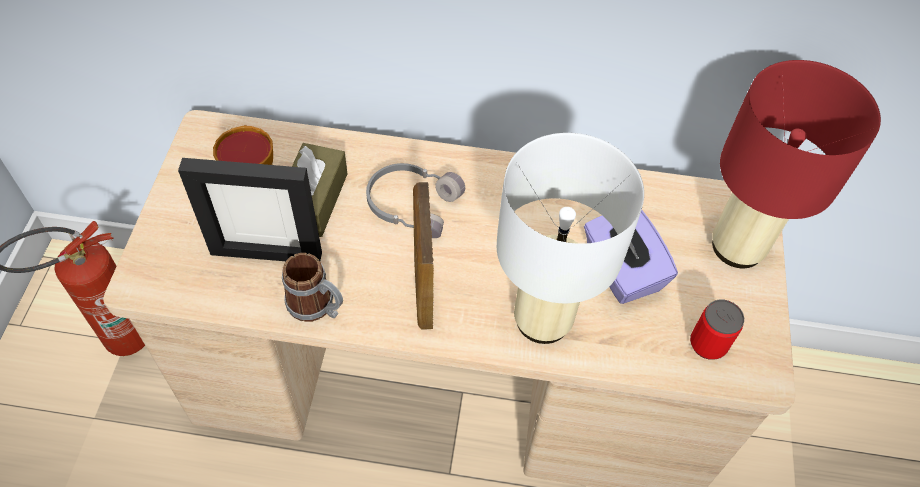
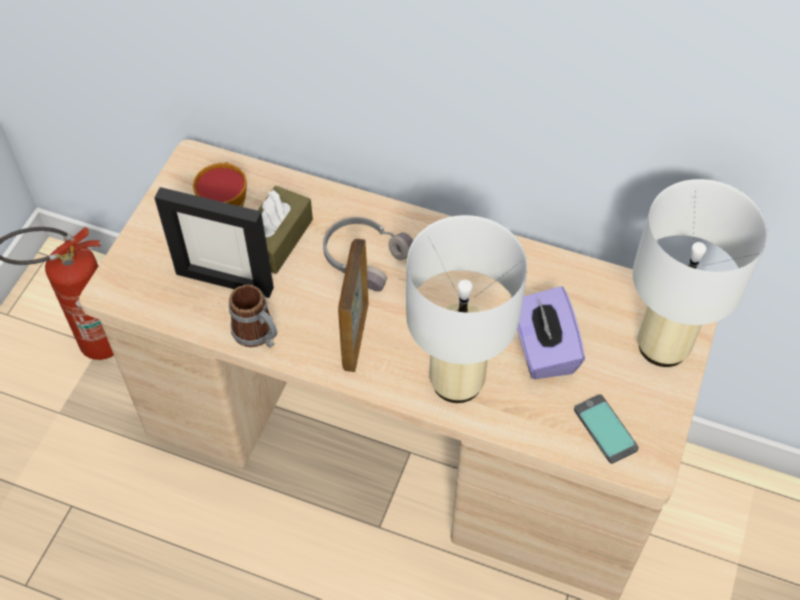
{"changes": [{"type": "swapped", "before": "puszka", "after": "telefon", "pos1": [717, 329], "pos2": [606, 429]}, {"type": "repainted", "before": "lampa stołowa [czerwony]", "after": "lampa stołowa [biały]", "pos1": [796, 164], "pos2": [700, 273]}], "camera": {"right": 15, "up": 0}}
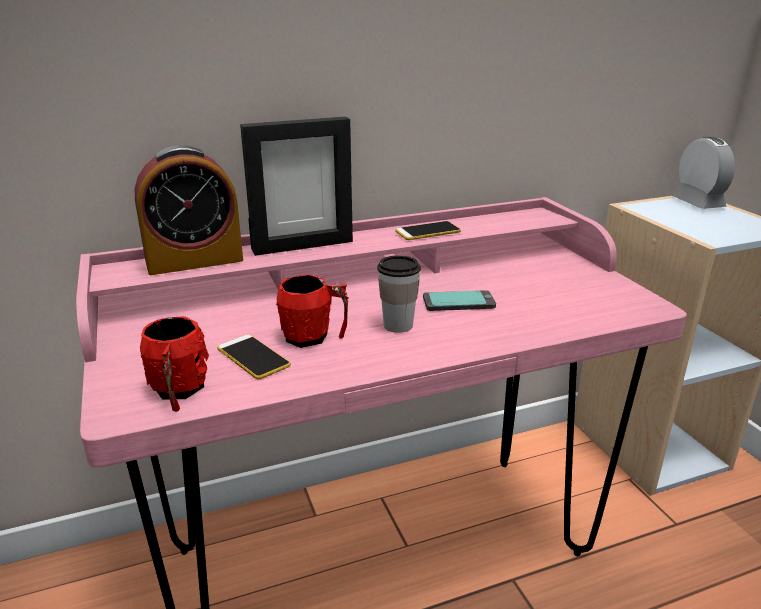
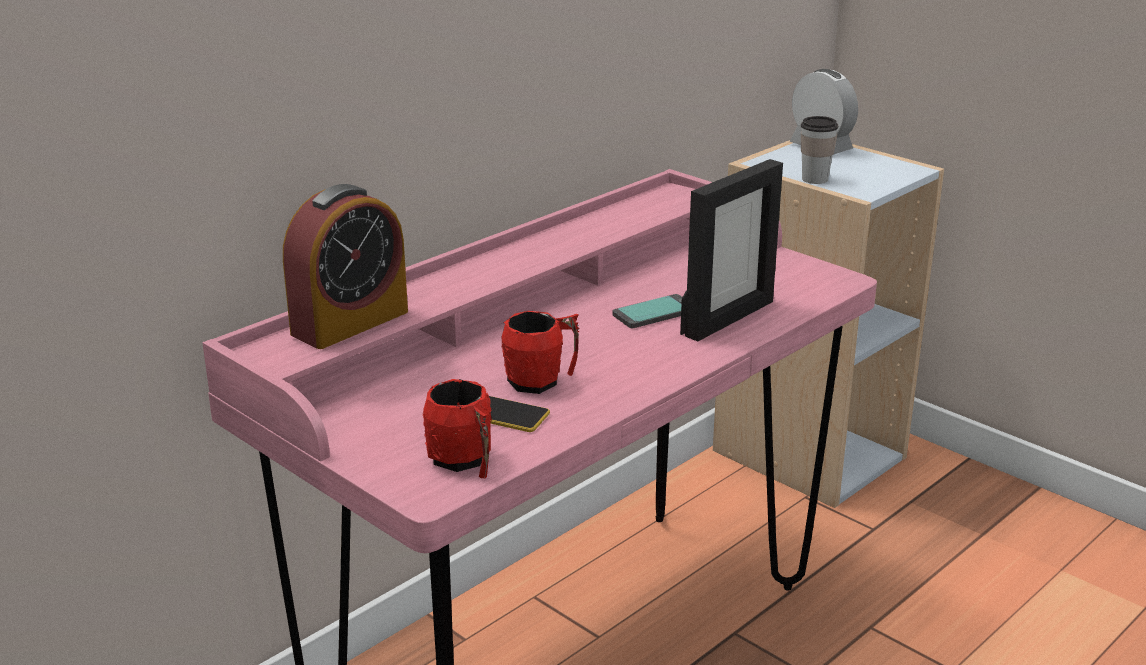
{"changes": [{"type": "shifted", "before": "ramka na zdjęcie", "pos1": [296, 186], "pos2": [731, 250]}, {"type": "shifted", "before": "filiżanka", "pos1": [399, 294], "pos2": [820, 150]}, {"type": "gone", "before": "telefon", "pos1": [428, 230]}], "camera": {"right": -25, "up": 0}}
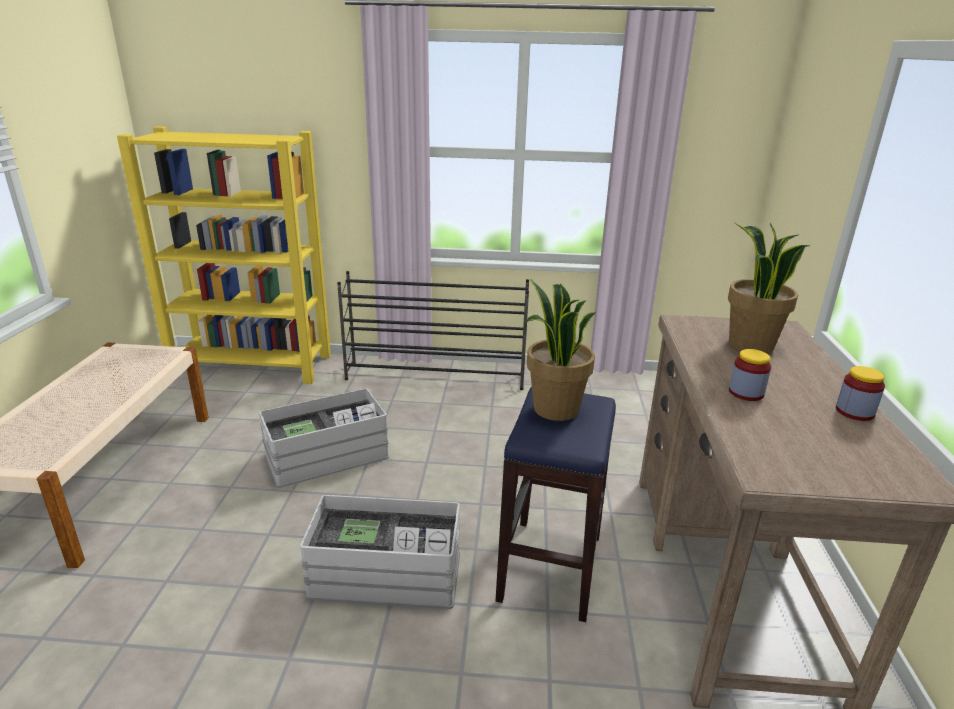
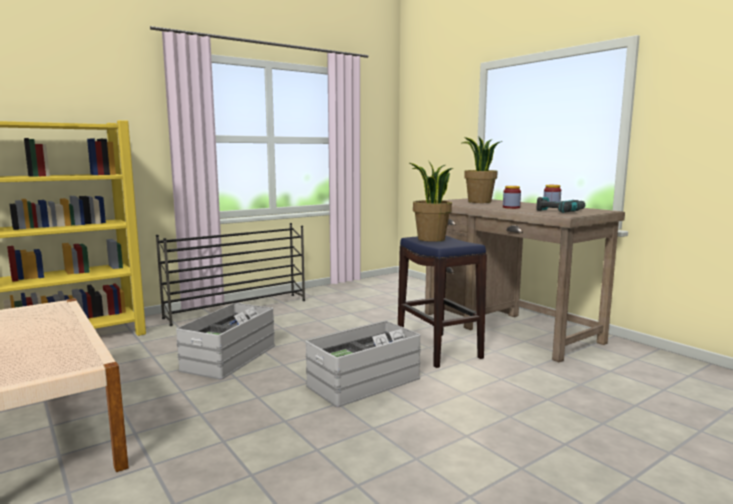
{"changes": [{"type": "new", "after": "wiertarka", "pos2": [561, 205]}], "camera": {"right": -40, "up": -15}}
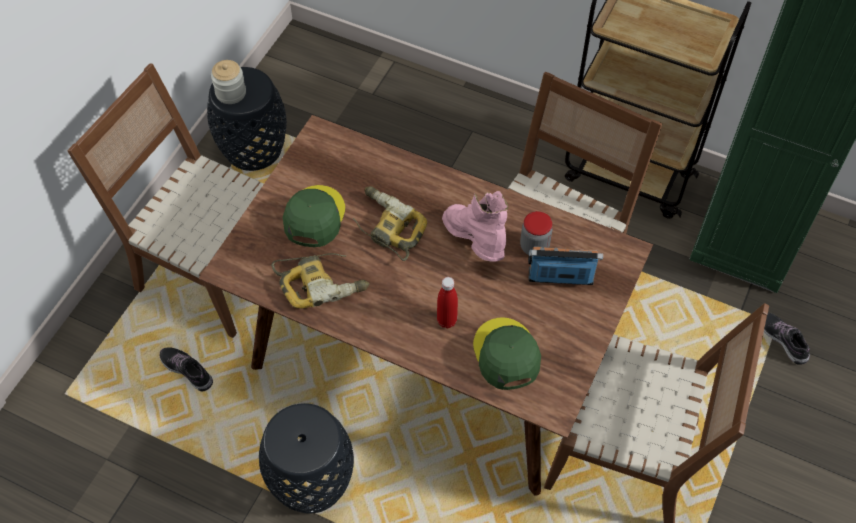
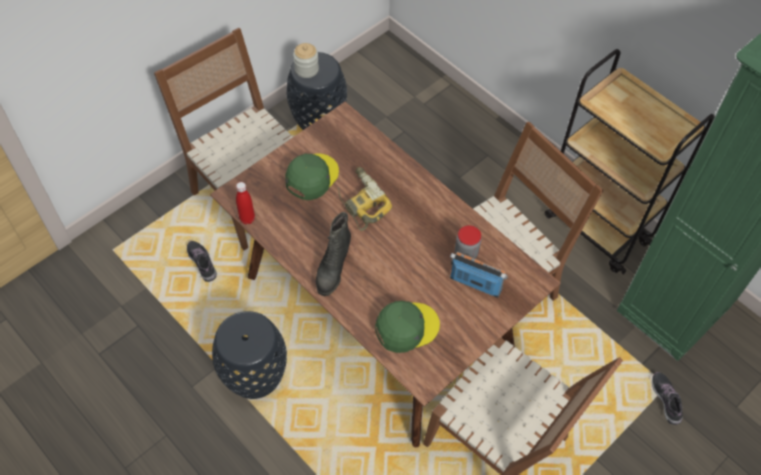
{"changes": [{"type": "gone", "before": "wiertarka", "pos1": [320, 281]}, {"type": "shifted", "before": "butelka [czerwony]", "pos1": [447, 302], "pos2": [245, 203]}, {"type": "gone", "before": "but z cholewką [różowy]", "pos1": [475, 226]}, {"type": "rotated", "before": "czapka z daszkiem [zielony]", "pos1": [507, 353], "pos2": [407, 327], "turn": 60}, {"type": "new", "after": "but z cholewką [czarny]", "pos2": [333, 254]}], "camera": {"right": 20, "up": 0}}
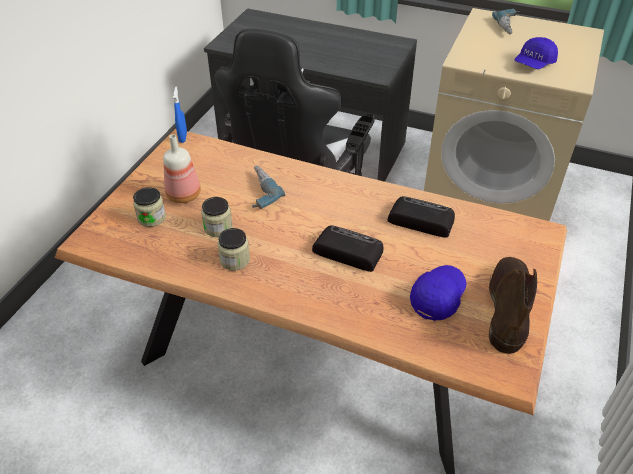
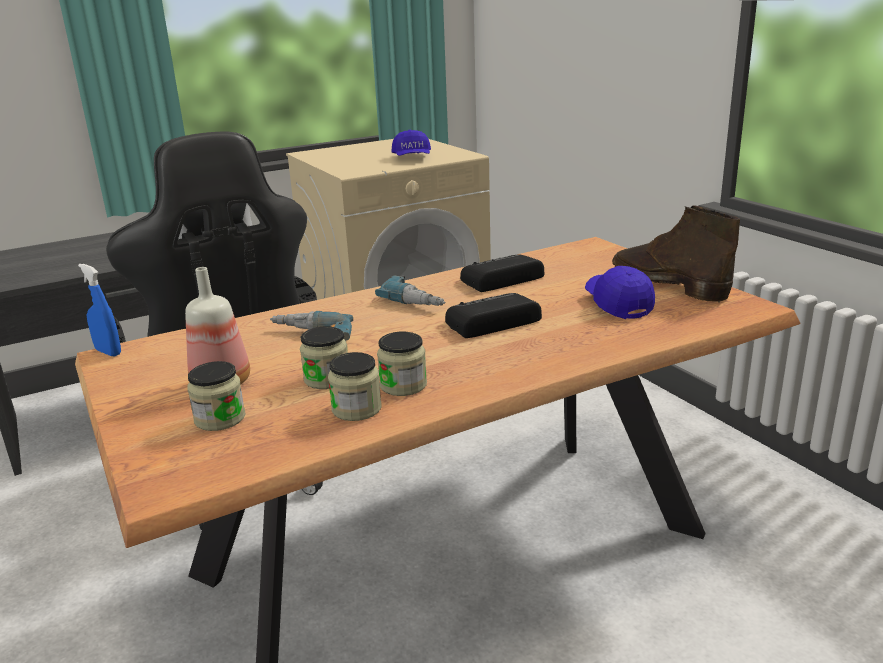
{"changes": [{"type": "shifted", "before": "wiertarka", "pos1": [506, 21], "pos2": [410, 291]}, {"type": "new", "after": "słoik", "pos2": [354, 386]}], "camera": {"right": -50, "up": -20}}
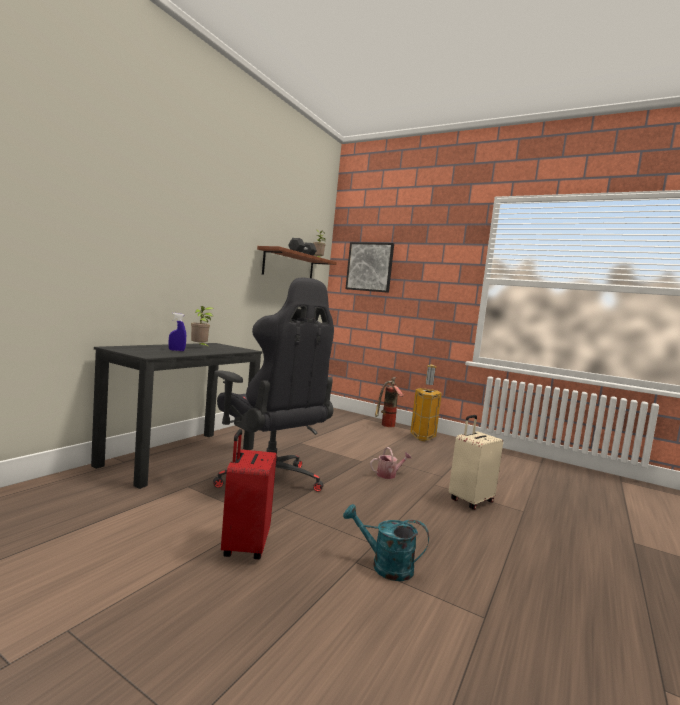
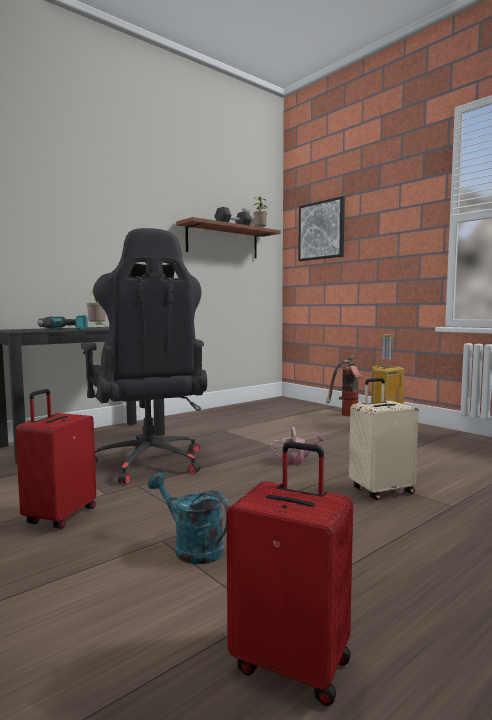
{"changes": [{"type": "swapped", "before": "spryskiwacz [niebieski]", "after": "wiertarka", "pos1": [177, 332], "pos2": [62, 322]}, {"type": "new", "after": "walizka [czerwony]", "pos2": [290, 574]}], "camera": {"right": 20, "up": 0}}
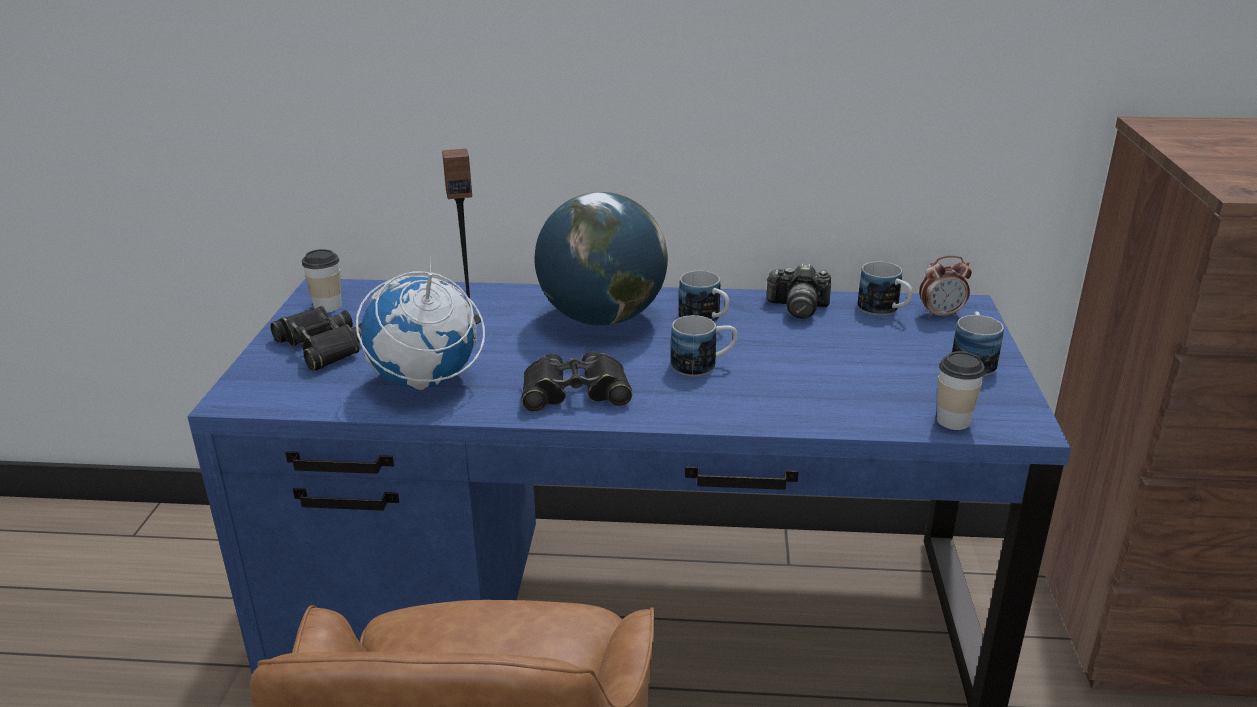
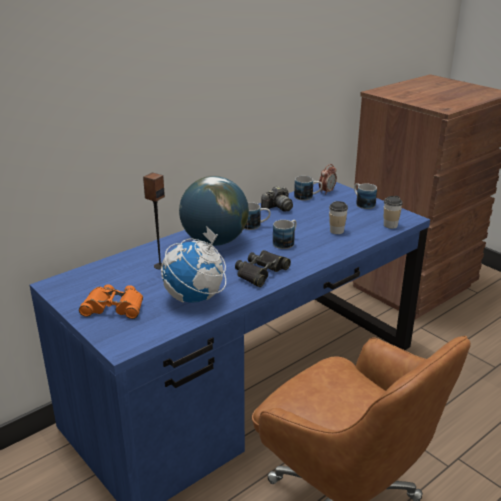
{"changes": [{"type": "repainted", "before": "lornetka [czarny]", "after": "lornetka [pomarańczowy]", "pos1": [316, 338], "pos2": [111, 301]}, {"type": "shifted", "before": "filiżanka", "pos1": [322, 281], "pos2": [338, 217]}], "camera": {"right": -45, "up": 0}}
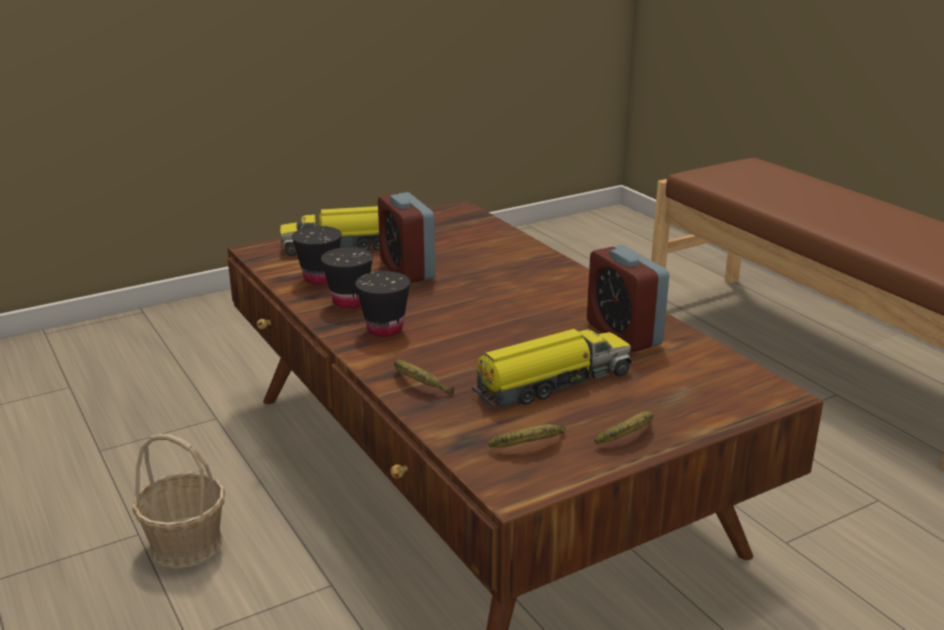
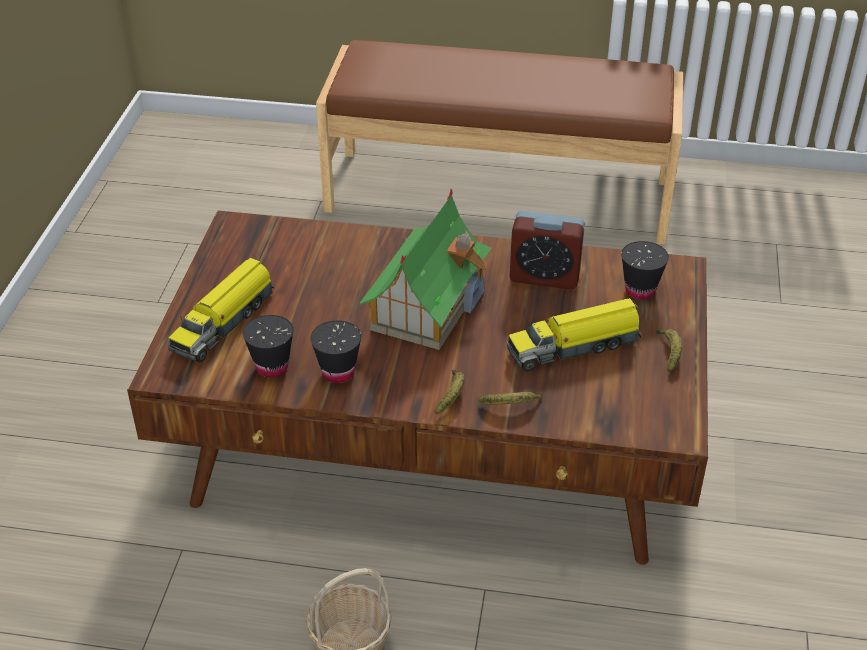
{"changes": [{"type": "shifted", "before": "filiżanka [czarny]", "pos1": [383, 304], "pos2": [645, 270]}, {"type": "gone", "before": "budzik", "pos1": [406, 237]}, {"type": "rotated", "before": "ciężarówka zabawkowa", "pos1": [551, 368], "pos2": [574, 334], "turn": -120}, {"type": "shifted", "before": "banan", "pos1": [527, 435], "pos2": [450, 392]}, {"type": "new", "after": "domek", "pos2": [425, 269]}], "camera": {"right": -50, "up": 15}}
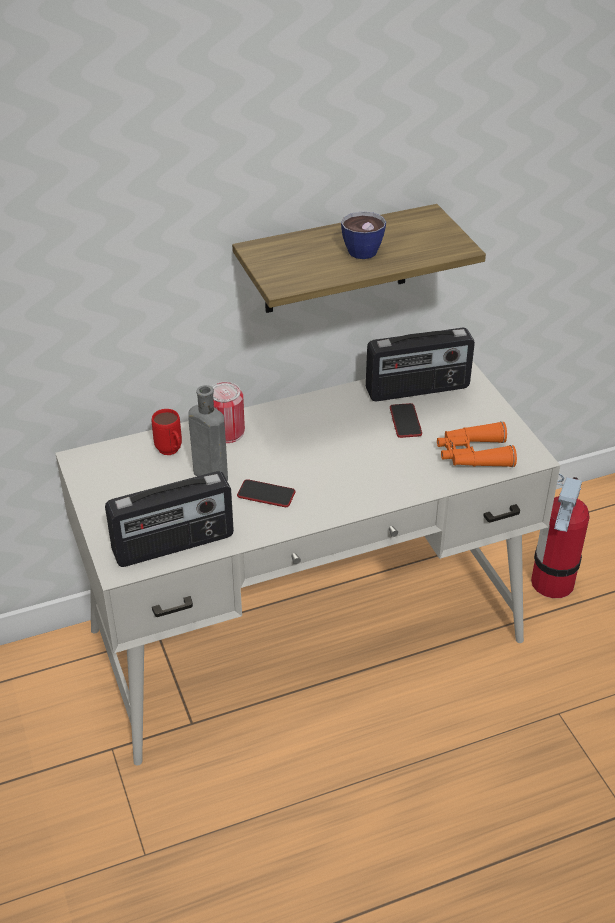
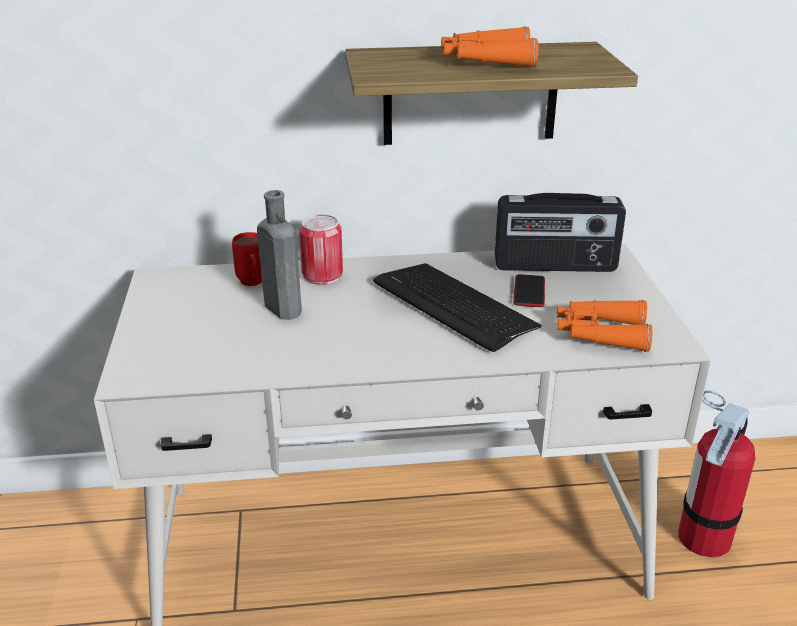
{"changes": [{"type": "gone", "before": "radio", "pos1": [169, 519]}, {"type": "gone", "before": "telefon", "pos1": [266, 493]}, {"type": "swapped", "before": "filiżanka", "after": "lornetka [pomarańczowy]", "pos1": [363, 235], "pos2": [490, 46]}, {"type": "new", "after": "klawiatura", "pos2": [457, 307]}], "camera": {"right": 15, "up": -10}}
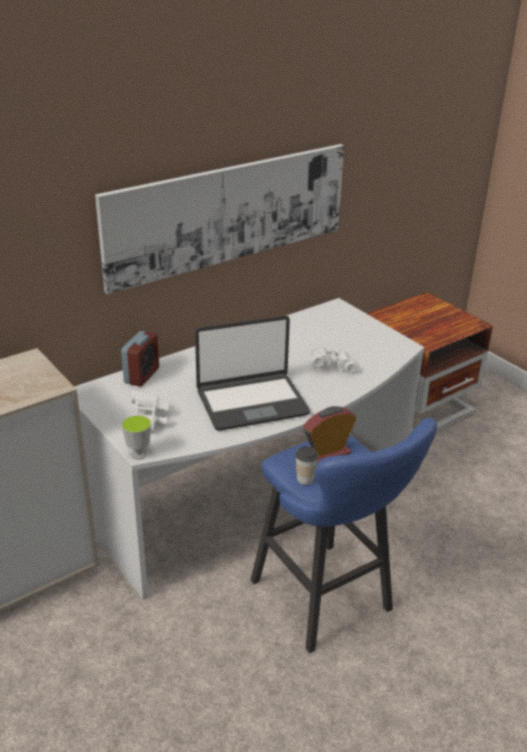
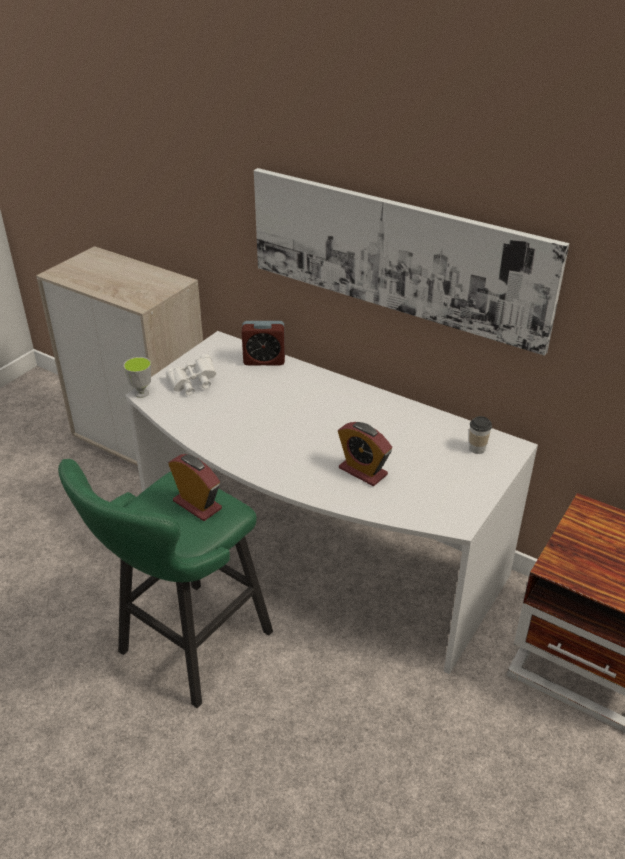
{"changes": [{"type": "gone", "before": "laptop", "pos1": [252, 373]}, {"type": "repainted", "before": "stołek [niebieski]", "after": "stołek [zielony]", "pos1": [344, 535], "pos2": [165, 583]}, {"type": "shifted", "before": "filiżanka", "pos1": [307, 465], "pos2": [480, 435]}, {"type": "swapped", "before": "lornetka [biały]", "after": "budzik", "pos1": [334, 359], "pos2": [365, 454]}], "camera": {"right": 70, "up": 5}}
